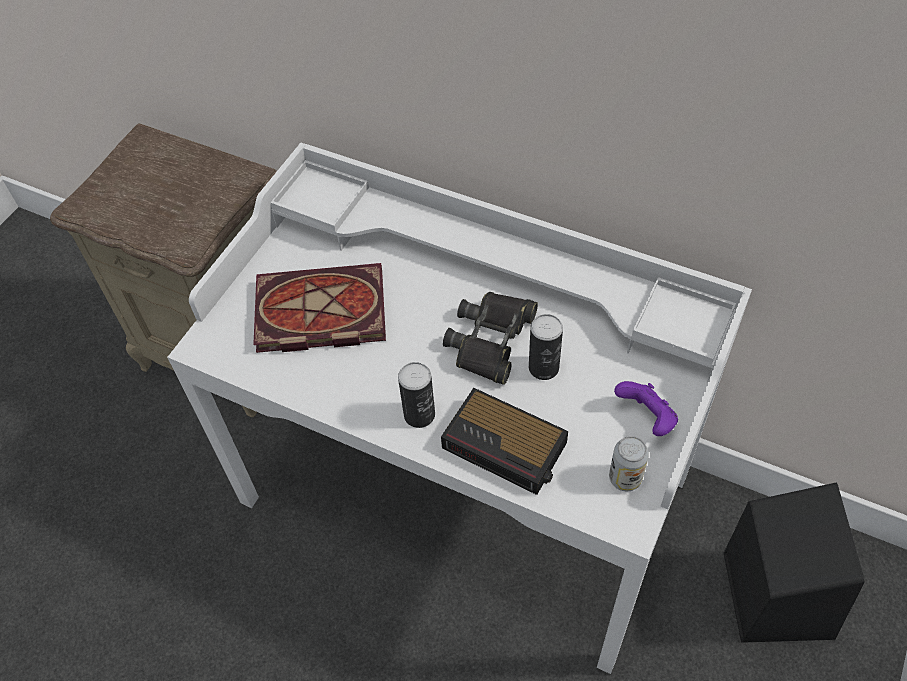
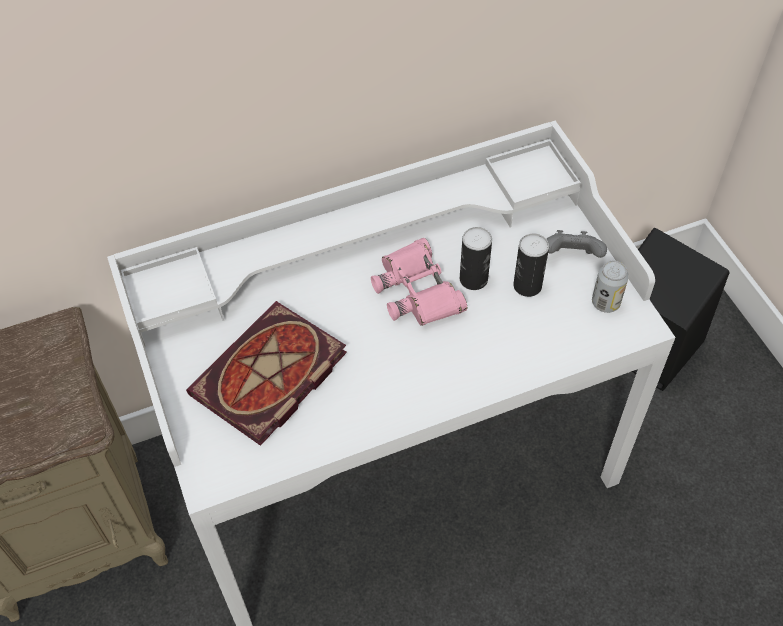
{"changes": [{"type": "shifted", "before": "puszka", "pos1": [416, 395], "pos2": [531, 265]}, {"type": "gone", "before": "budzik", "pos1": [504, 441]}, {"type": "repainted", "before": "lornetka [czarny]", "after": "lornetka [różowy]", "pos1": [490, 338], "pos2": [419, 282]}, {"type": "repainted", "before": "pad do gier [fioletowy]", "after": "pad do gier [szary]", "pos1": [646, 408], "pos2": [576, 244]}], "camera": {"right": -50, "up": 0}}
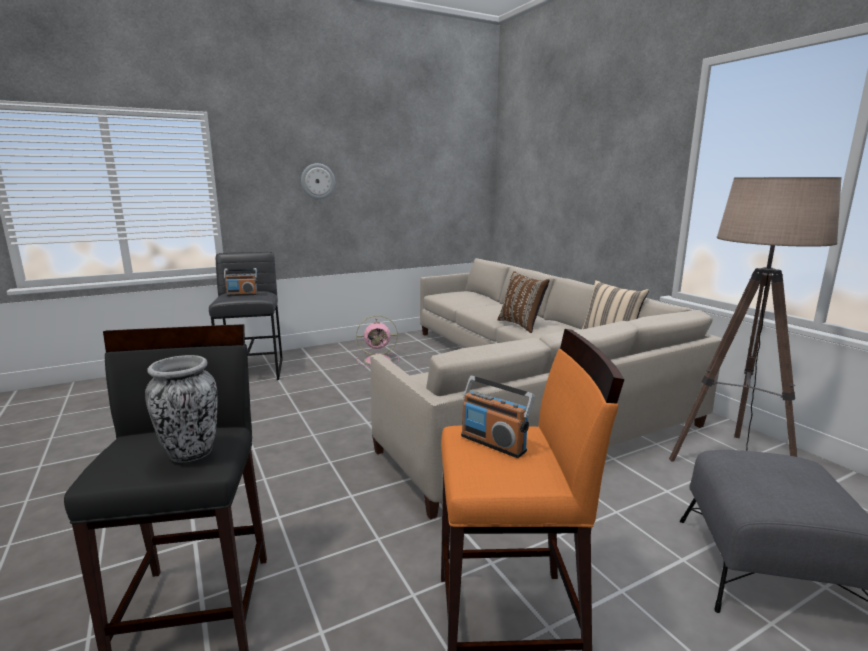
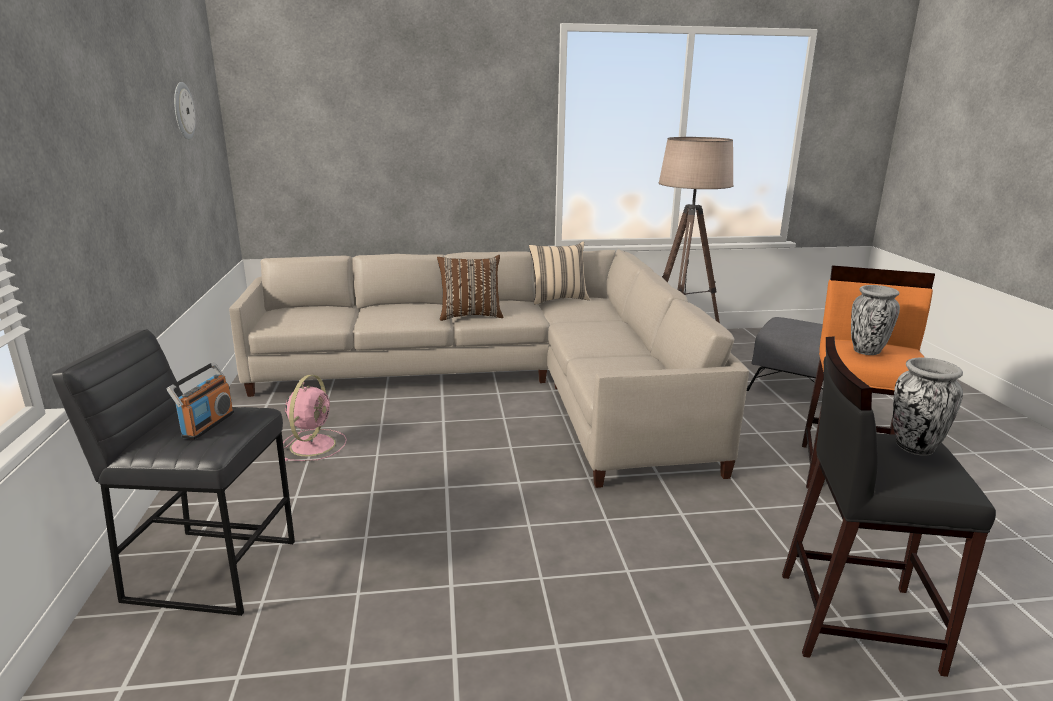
{"changes": [{"type": "shifted", "before": "zegar ścienny", "pos1": [318, 181], "pos2": [185, 111]}, {"type": "swapped", "before": "radio", "after": "wazon", "pos1": [498, 417], "pos2": [875, 320]}], "camera": {"right": -70, "up": 5}}
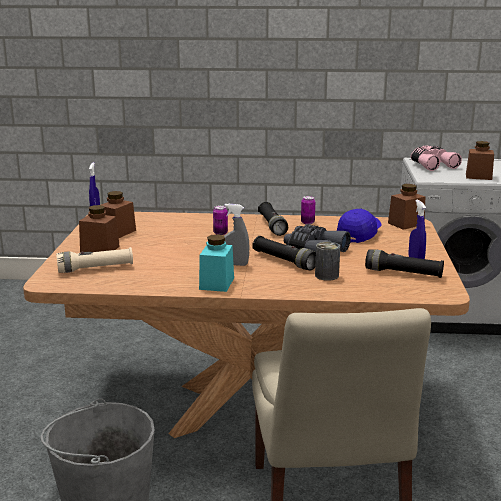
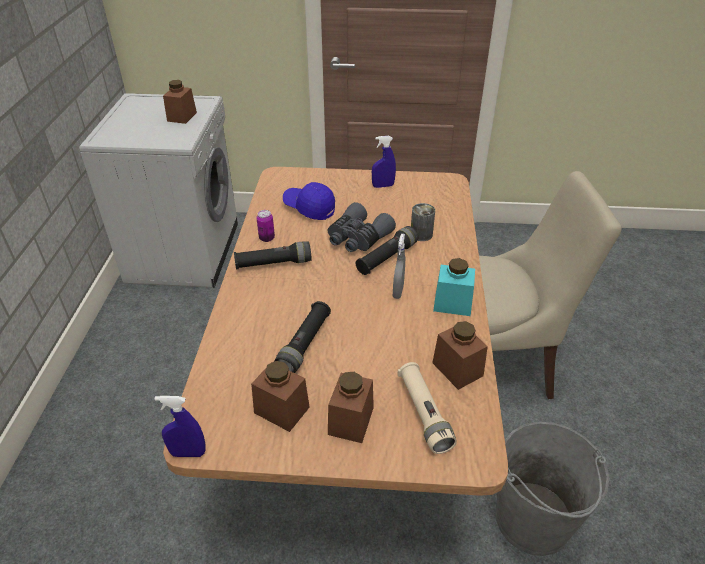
{"changes": [{"type": "gone", "before": "puszka", "pos1": [220, 220]}, {"type": "shifted", "before": "latarka [czarny]", "pos1": [404, 263], "pos2": [302, 337]}, {"type": "shifted", "before": "słoik [brązowy]", "pos1": [406, 207], "pos2": [460, 355]}, {"type": "gone", "before": "lornetka [różowy]", "pos1": [436, 158]}], "camera": {"right": -90, "up": 20}}
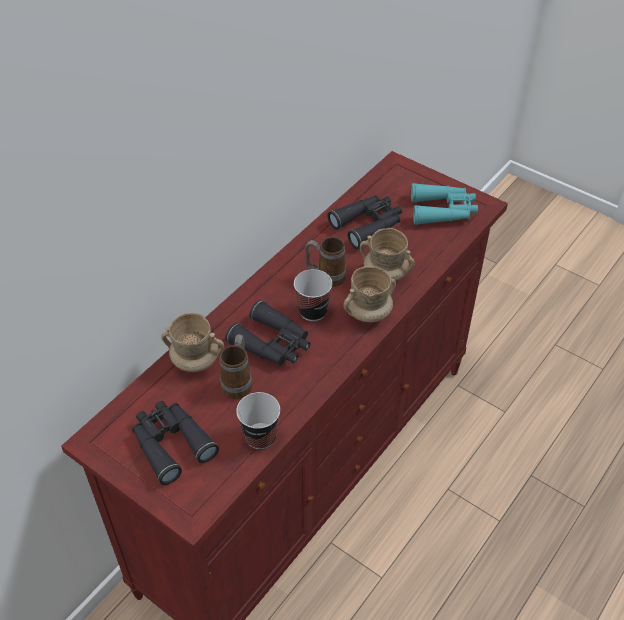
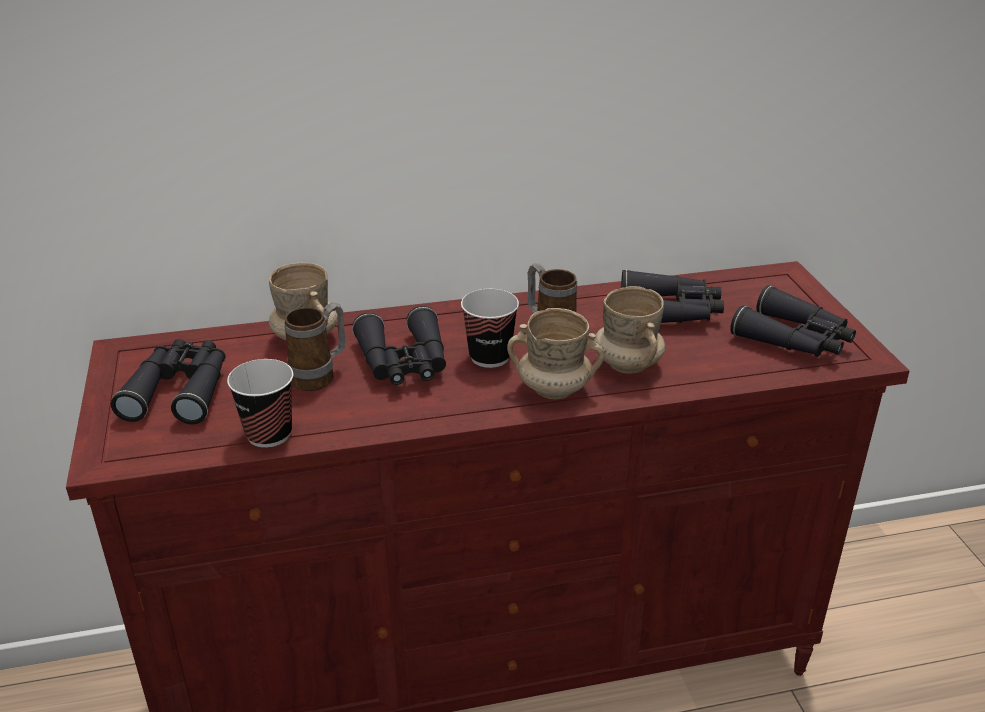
{"changes": [{"type": "repainted", "before": "lornetka [turkusowy]", "after": "lornetka [czarny]", "pos1": [444, 204], "pos2": [793, 321]}], "camera": {"right": 40, "up": -15}}
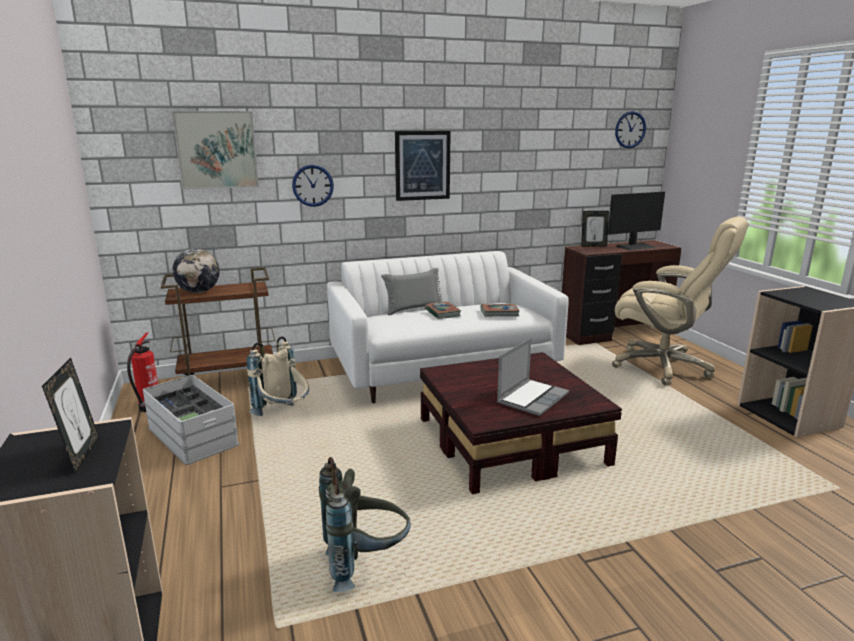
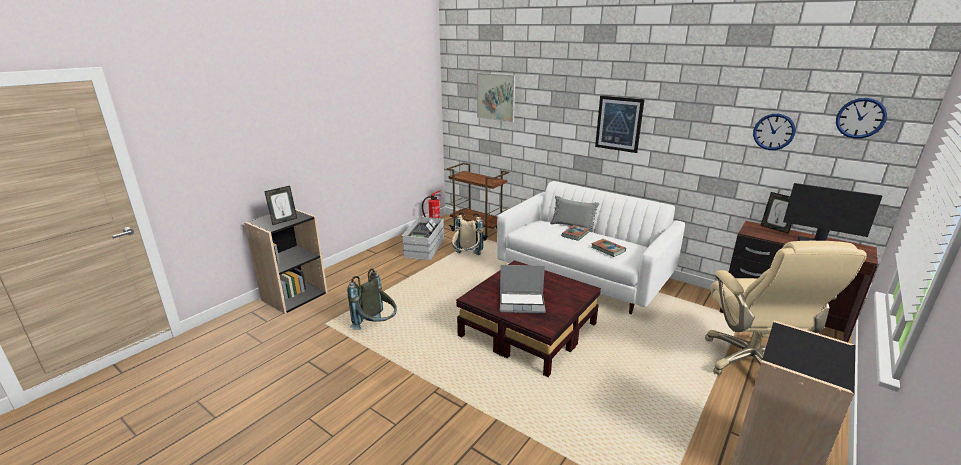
{"changes": [{"type": "gone", "before": "globus", "pos1": [196, 271]}, {"type": "shifted", "before": "zegar ścienny", "pos1": [313, 186], "pos2": [774, 132]}], "camera": {"right": 55, "up": 5}}
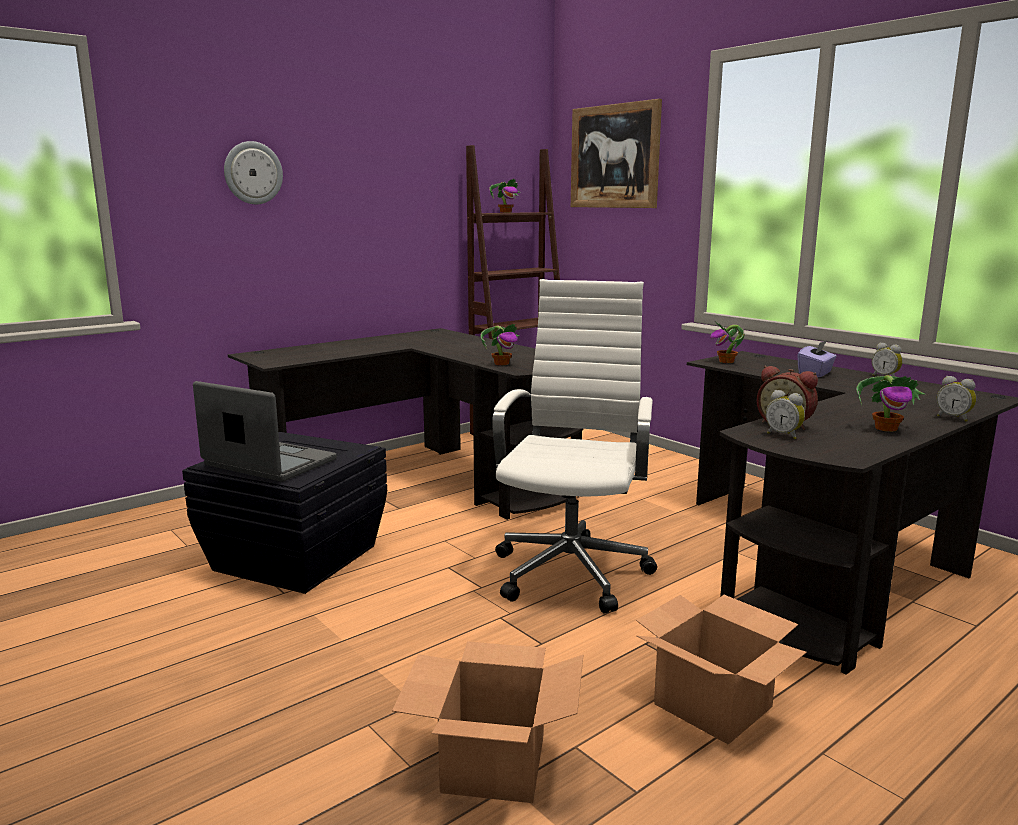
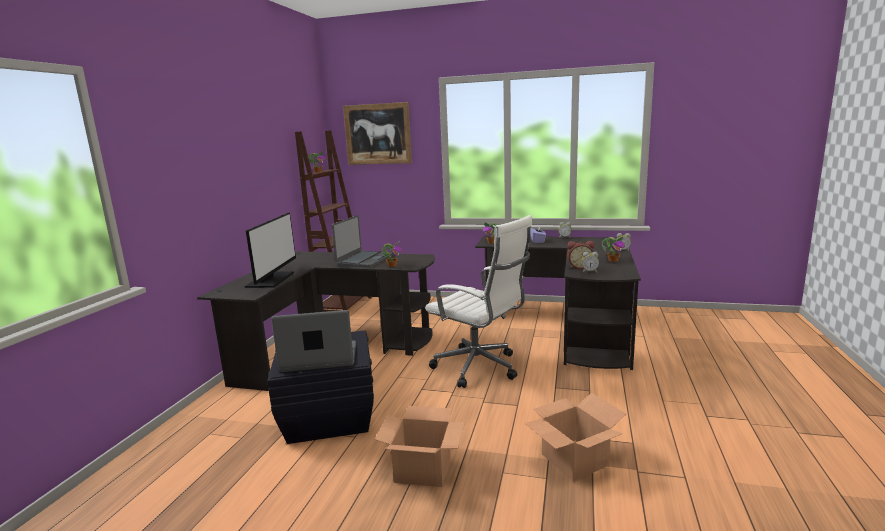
{"changes": [{"type": "gone", "before": "zegar ścienny", "pos1": [253, 172]}, {"type": "rotated", "before": "krzesło biurowe [biały]", "pos1": [574, 446], "pos2": [478, 301], "turn": 150}, {"type": "shifted", "before": "karton", "pos1": [721, 670], "pos2": [420, 446]}, {"type": "new", "after": "monitor", "pos2": [270, 250]}, {"type": "new", "after": "laptop", "pos2": [362, 241]}], "camera": {"right": -35, "up": 0}}
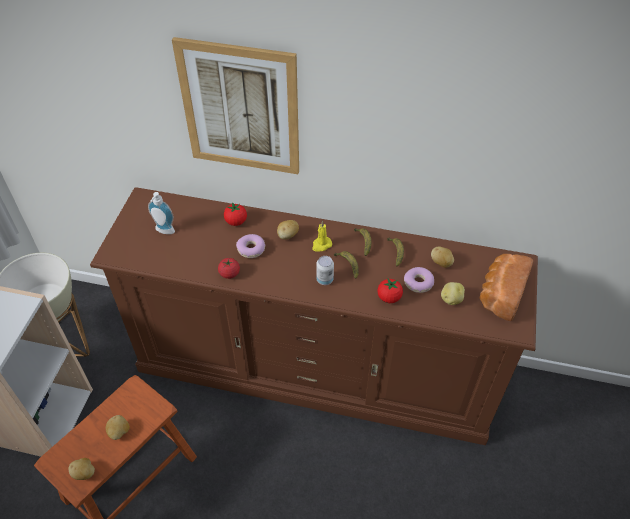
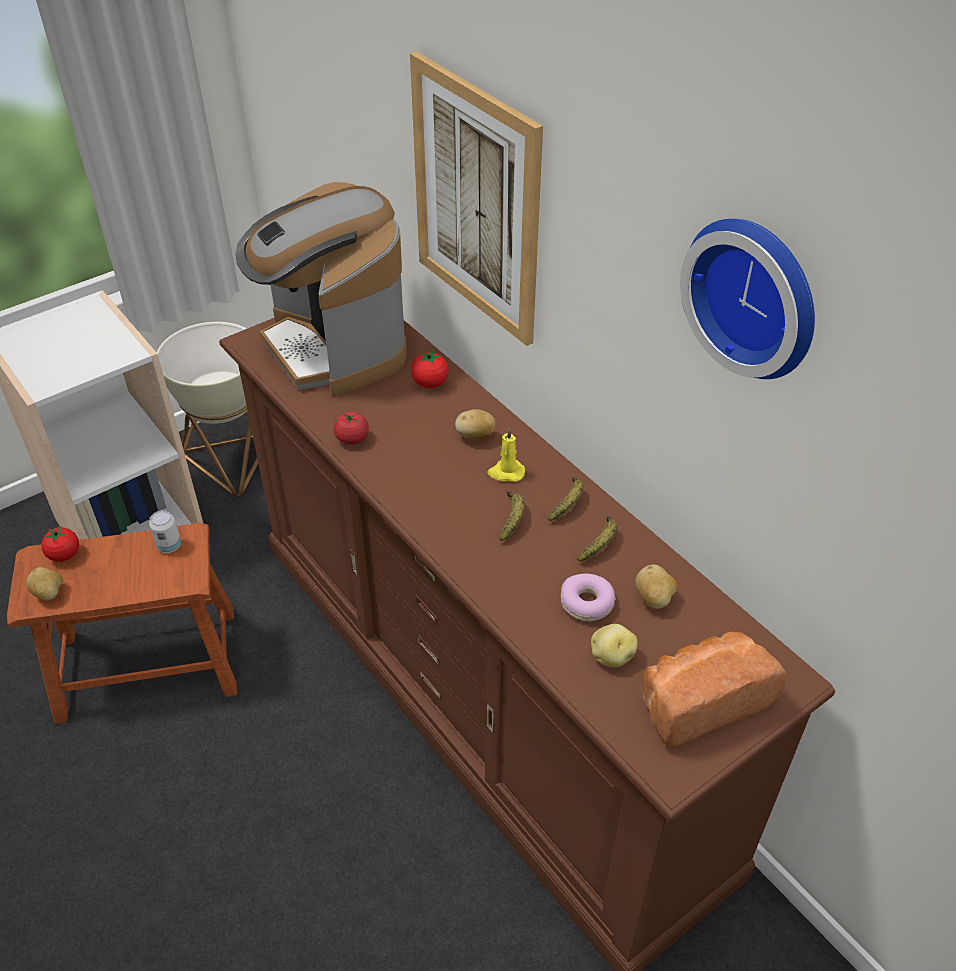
{"changes": [{"type": "gone", "before": "ziemniak", "pos1": [118, 427]}, {"type": "swapped", "before": "dozownik mydła", "after": "ekspres do kawy", "pos1": [161, 213], "pos2": [321, 289]}, {"type": "gone", "before": "donut", "pos1": [251, 246]}, {"type": "shifted", "before": "puszka", "pos1": [325, 270], "pos2": [165, 531]}, {"type": "shifted", "before": "pomidor", "pos1": [390, 290], "pos2": [60, 543]}, {"type": "new", "after": "zegar ścienny", "pos2": [747, 299]}], "camera": {"right": 40, "up": -5}}
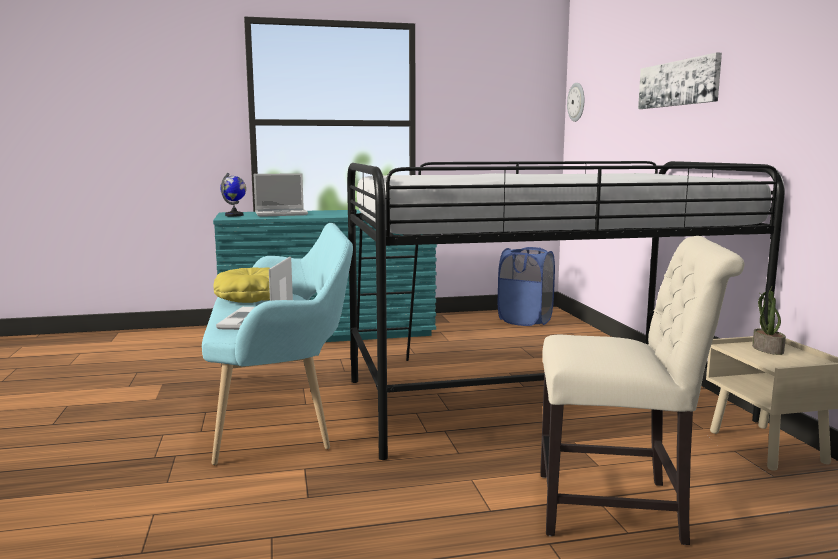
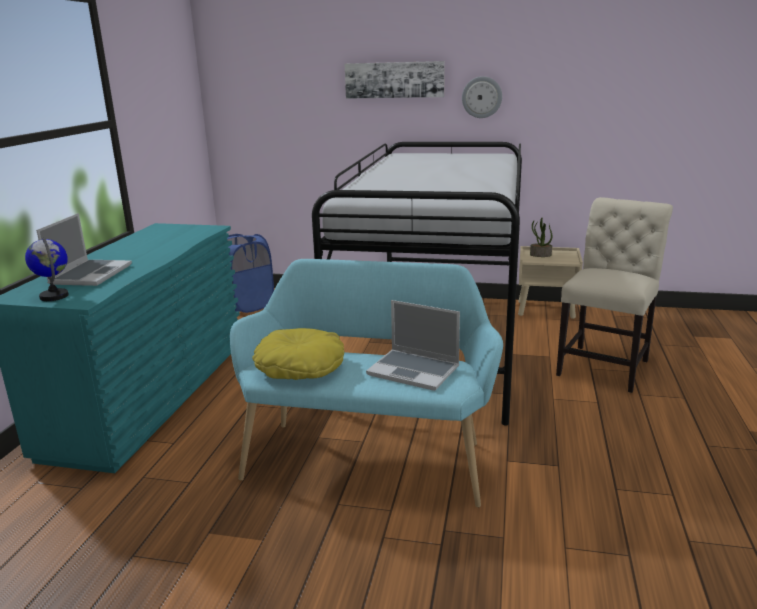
{"changes": [{"type": "shifted", "before": "zegar ścienny", "pos1": [575, 102], "pos2": [482, 97]}], "camera": {"right": -65, "up": 10}}
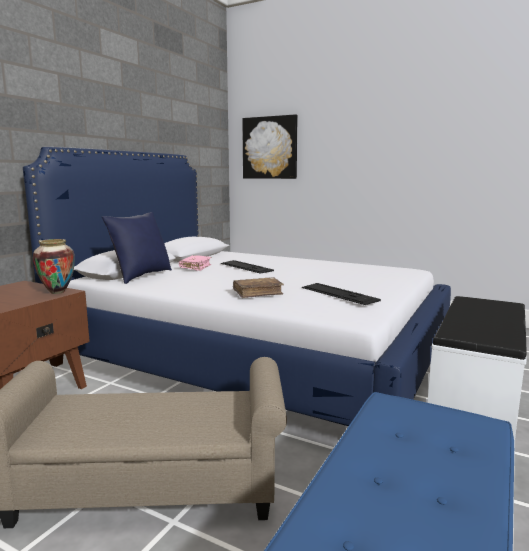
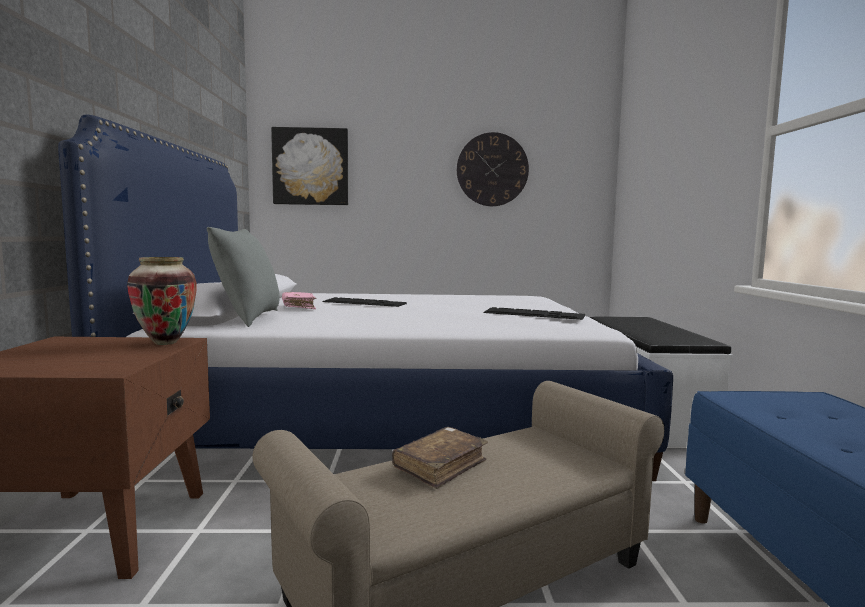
{"changes": [{"type": "repainted", "before": "poduszka [niebieski]", "after": "poduszka [szary]", "pos1": [137, 248], "pos2": [243, 277]}, {"type": "shifted", "before": "książka [brązowy]", "pos1": [258, 287], "pos2": [440, 458]}, {"type": "new", "after": "zegar ścienny", "pos2": [493, 169]}], "camera": {"right": -30, "up": -5}}
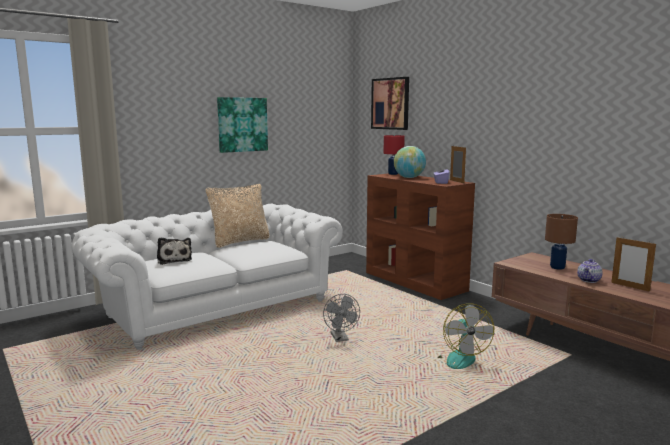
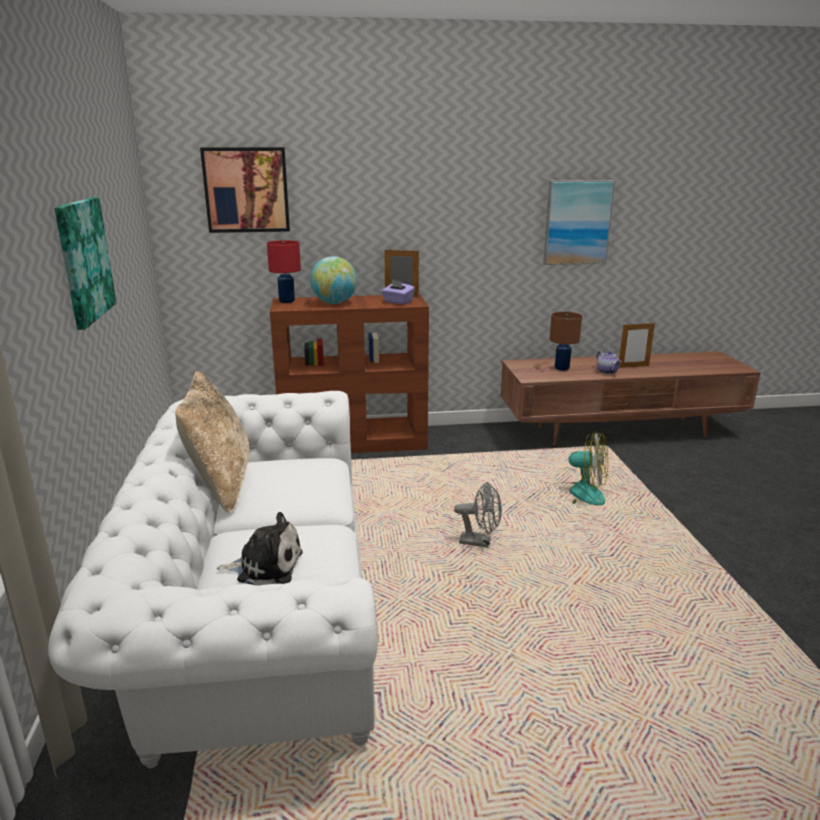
{"changes": [{"type": "new", "after": "obraz", "pos2": [579, 222]}], "camera": {"right": -60, "up": 10}}
